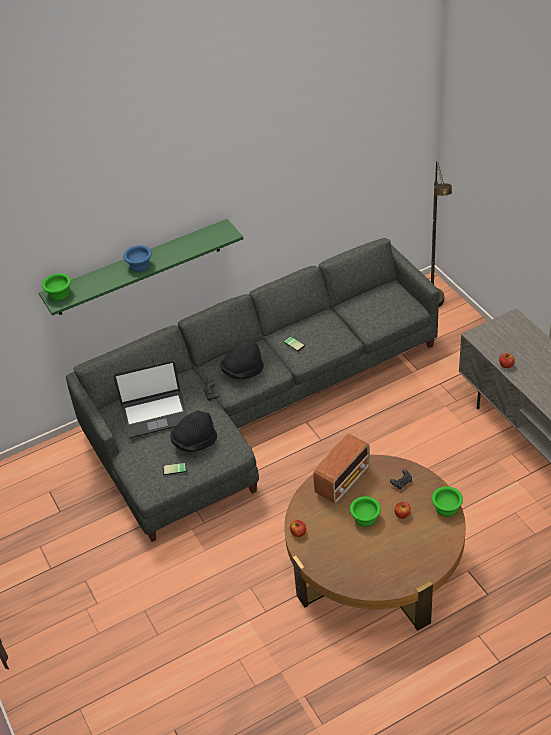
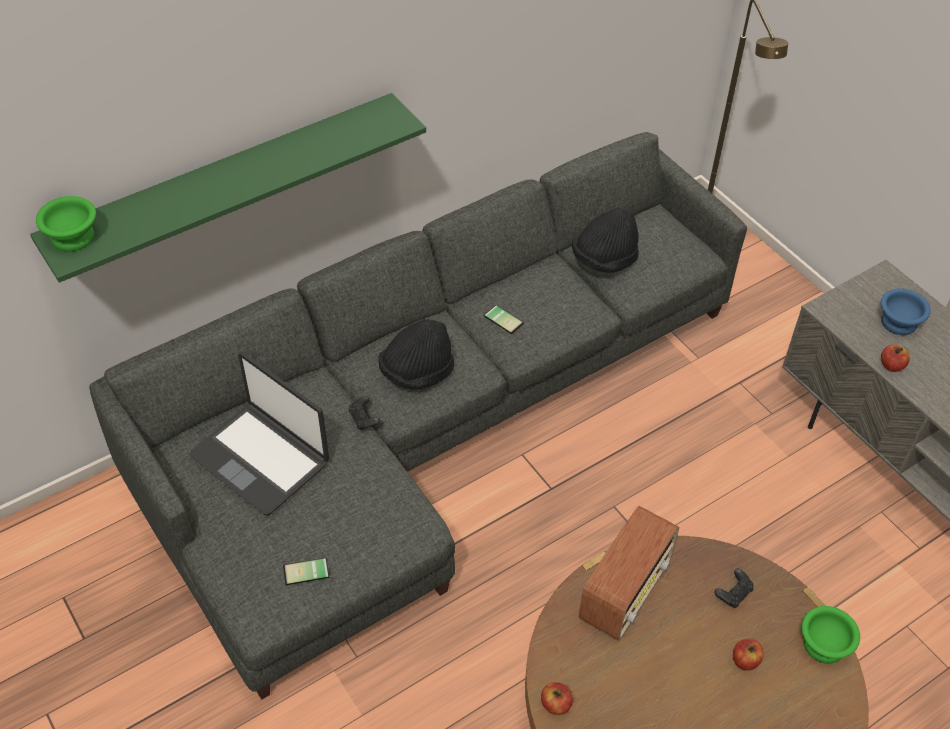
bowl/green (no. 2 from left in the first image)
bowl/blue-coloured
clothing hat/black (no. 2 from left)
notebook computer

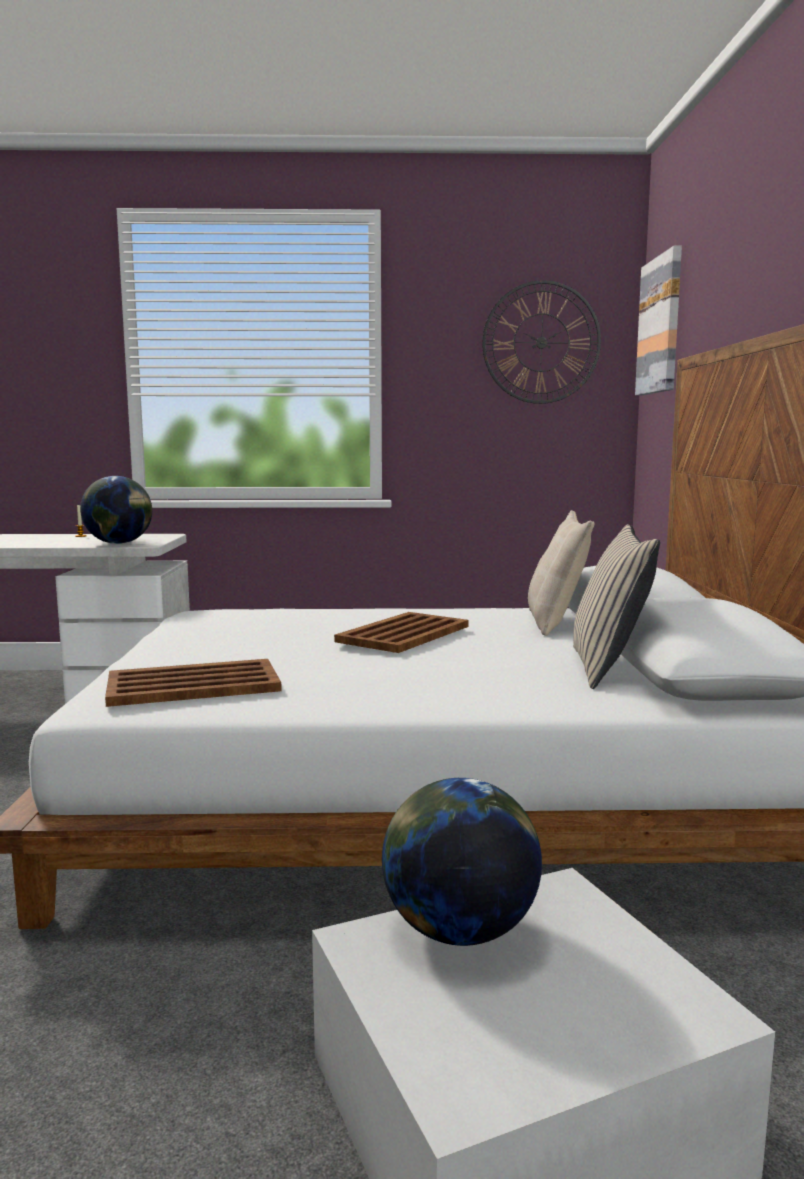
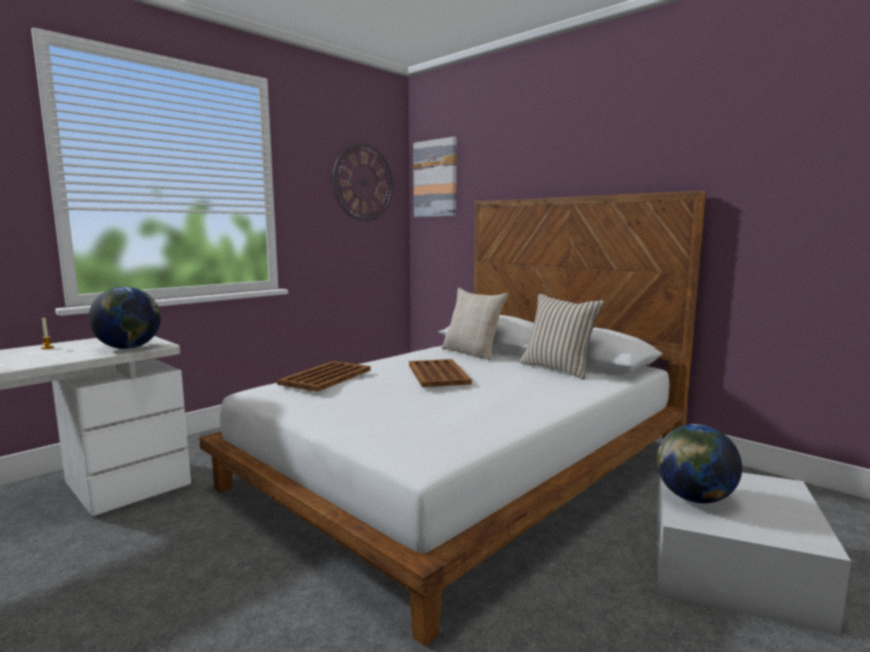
tray/brown (no. 1 from left)

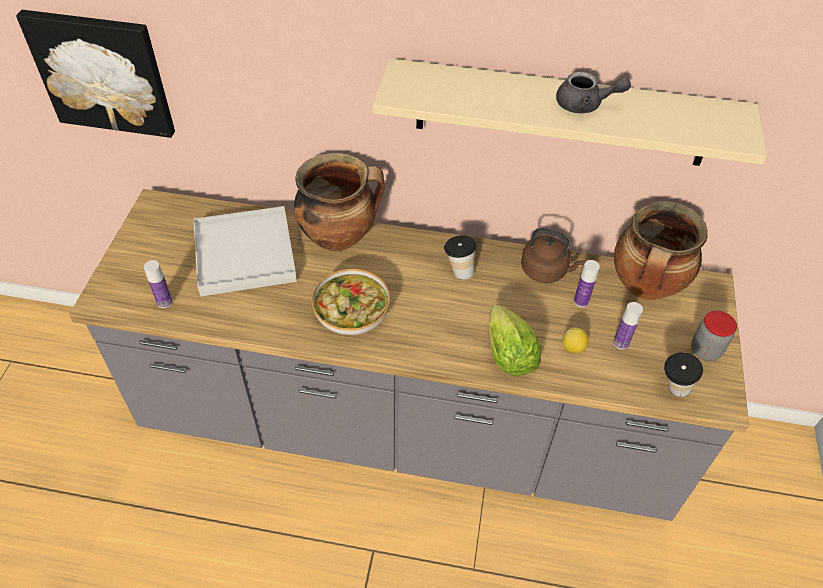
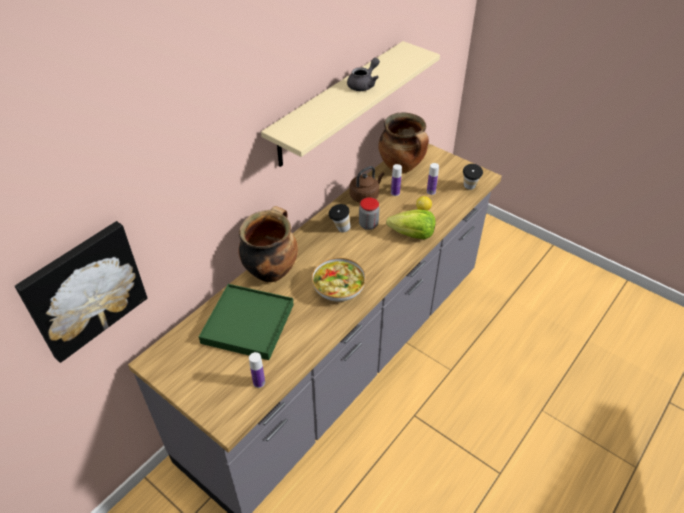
preserve jar
tray/green

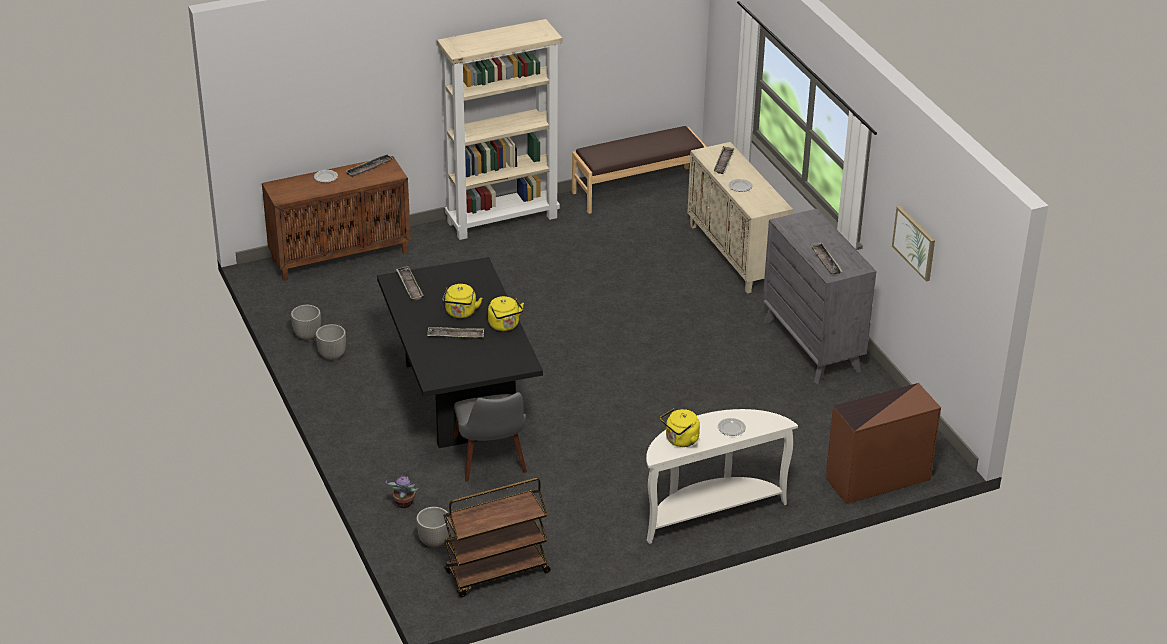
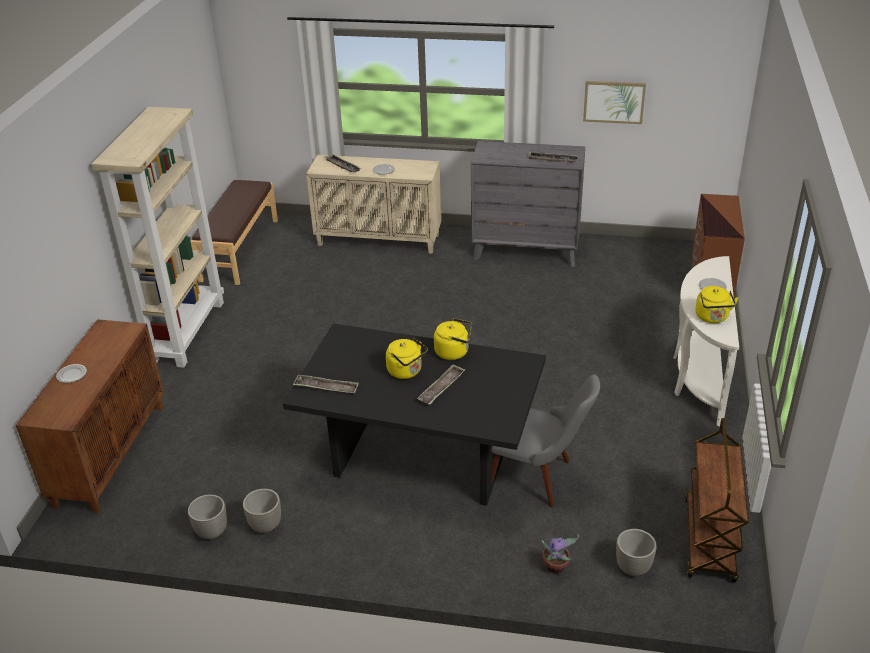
tray (no. 1 from left in the first image)

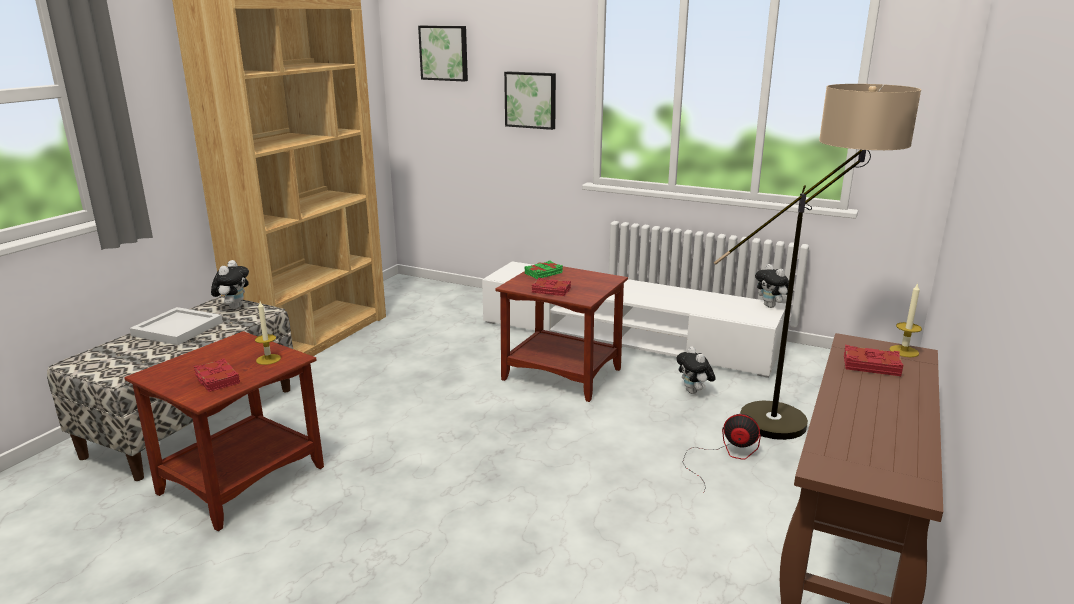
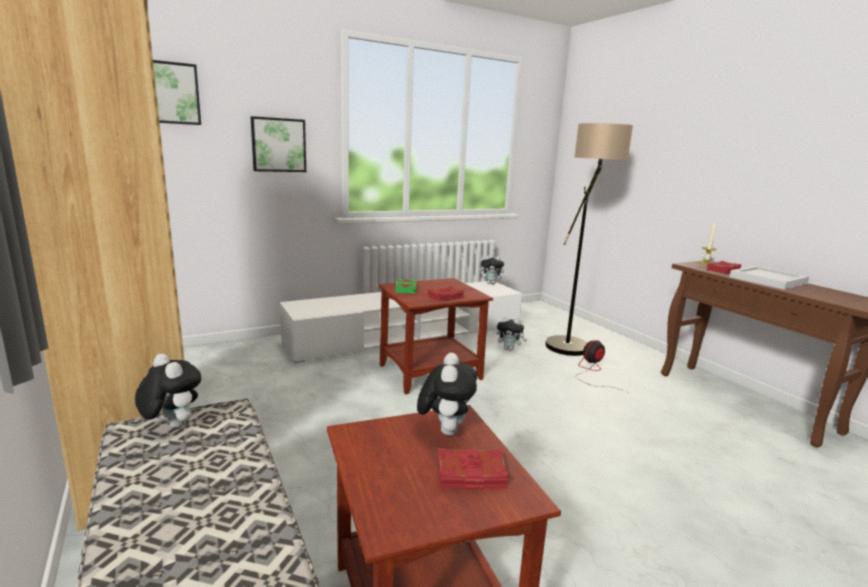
tray/white
soft toy (no. 2 from left)

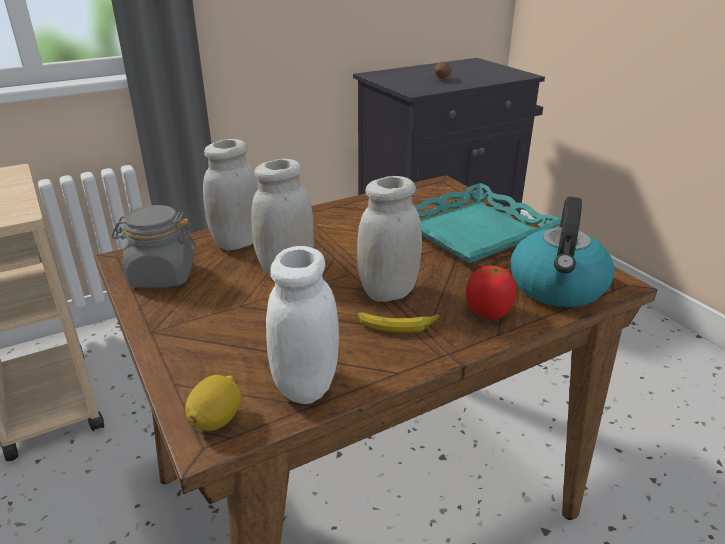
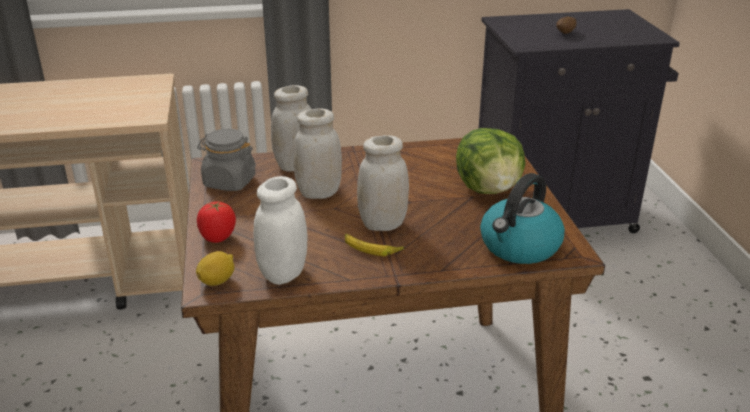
fresh tomato
head of lettuce

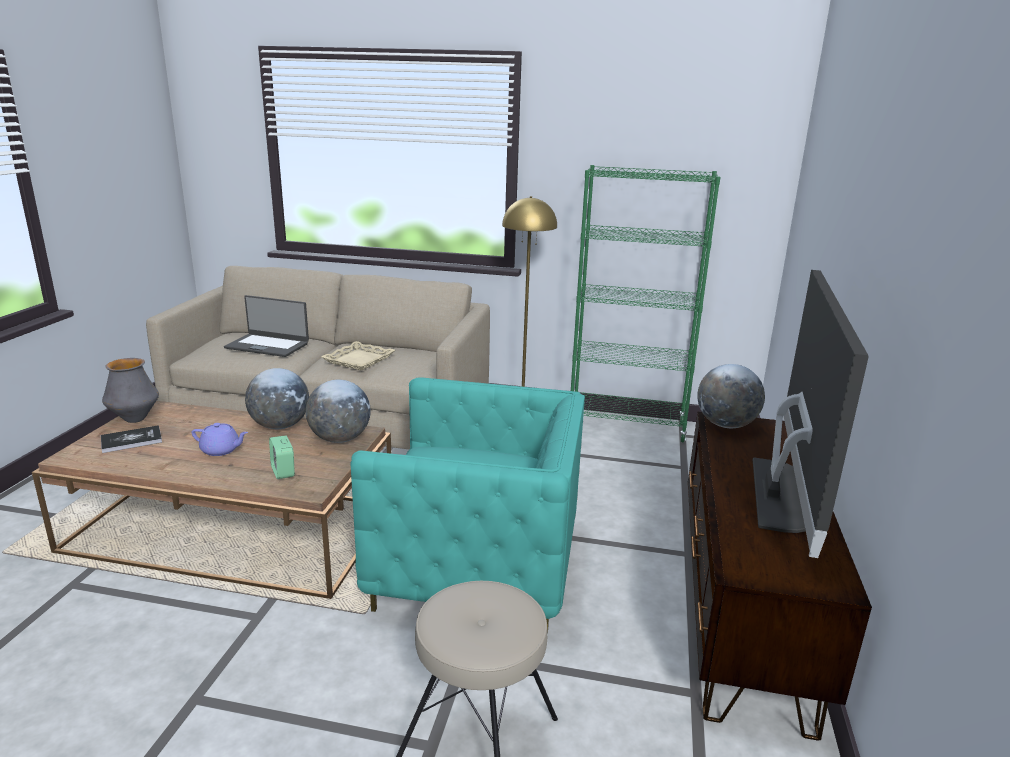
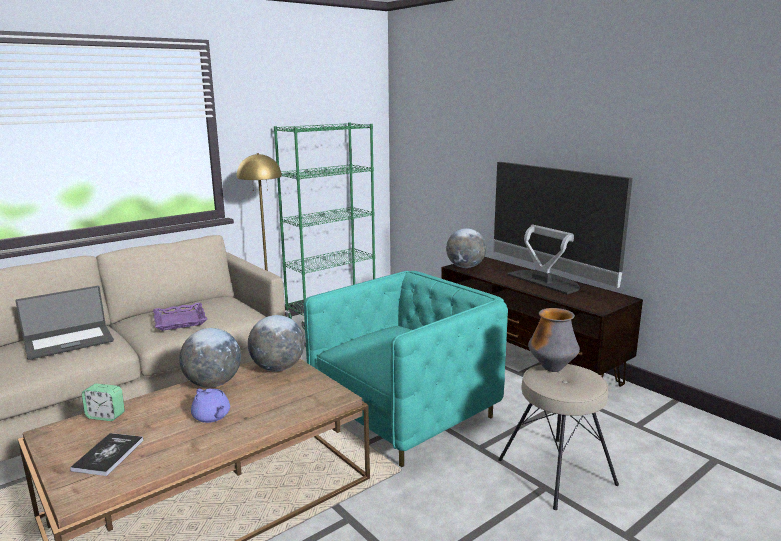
flower vase
bedside clock
tray/purplish
tea pot/purplish

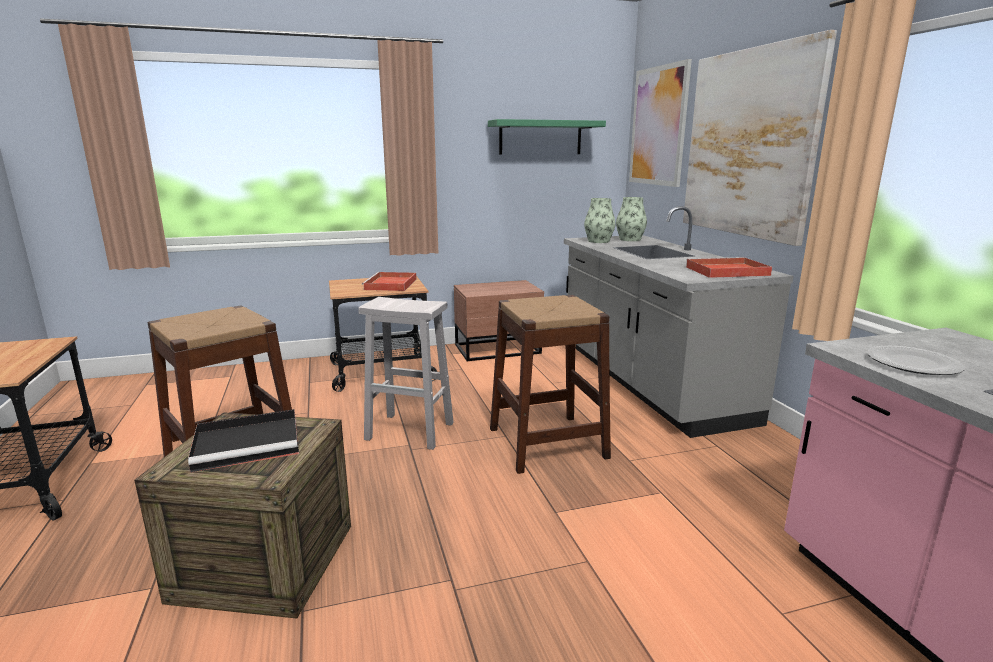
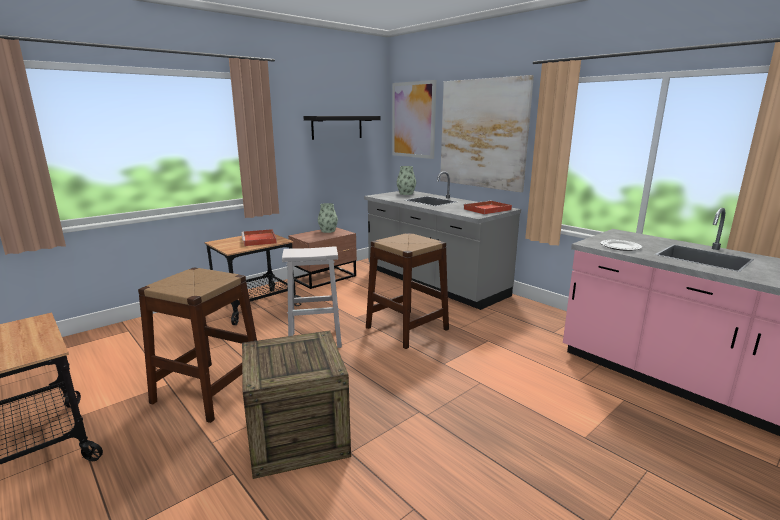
tray/black
flower vase (no. 1 from left)
bracket shelf/black

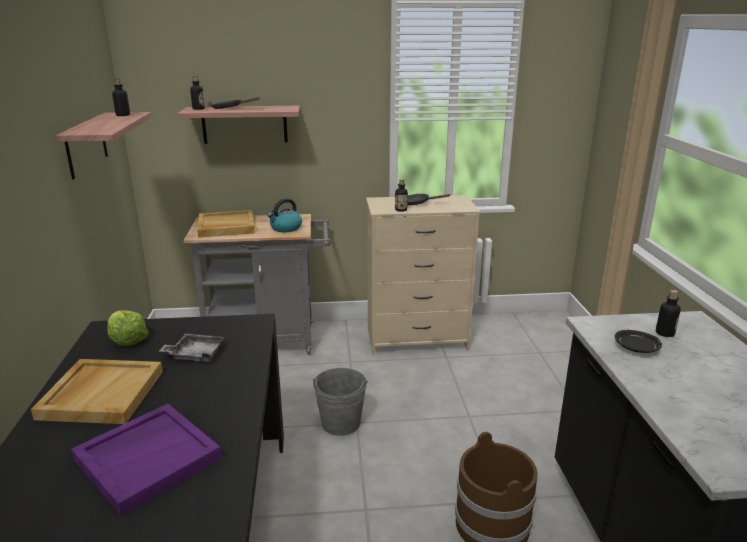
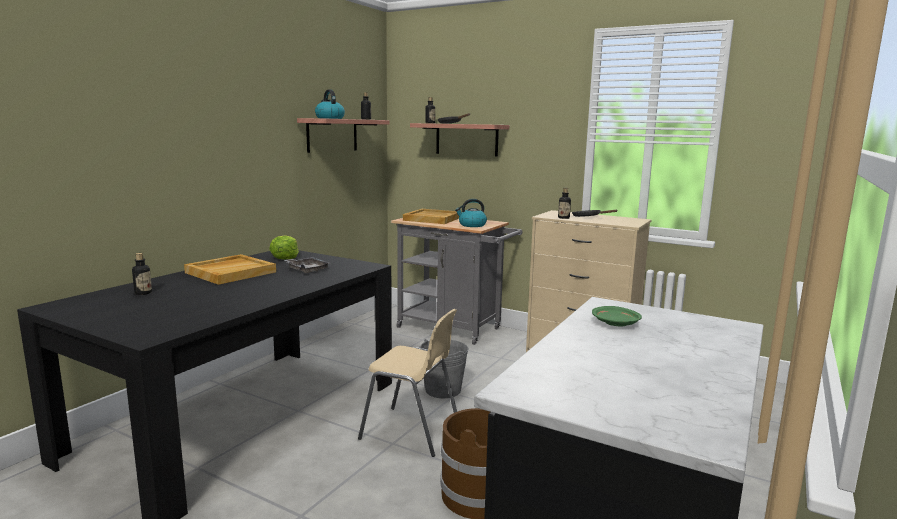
tray/purplish
kettle (no. 1 from left)
chair/beige-coloured
bottle (no. 1 from left)
dinner plate/green

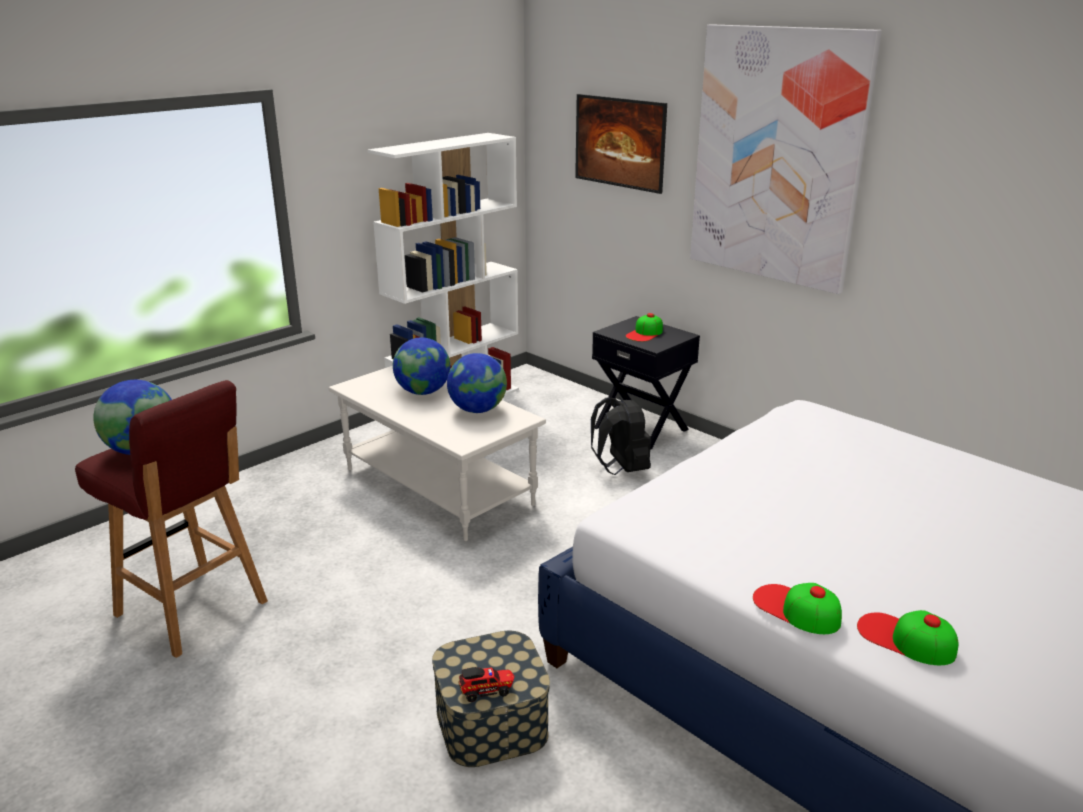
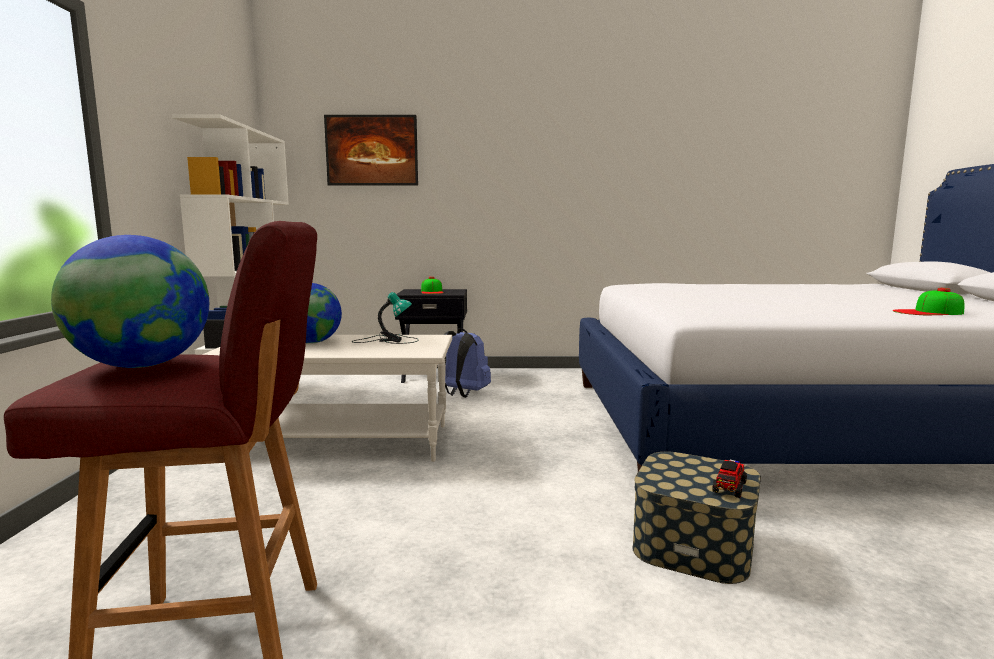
picture (no. 2 from left in the first image)
cap (no. 2 from left in the first image)
table lamp
knapsack/blue-coloured

